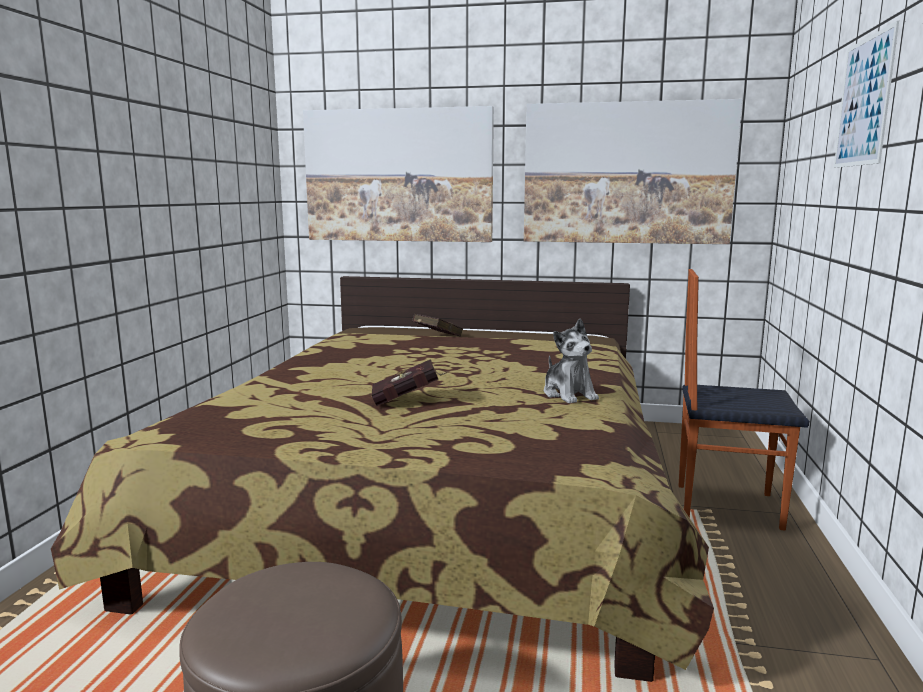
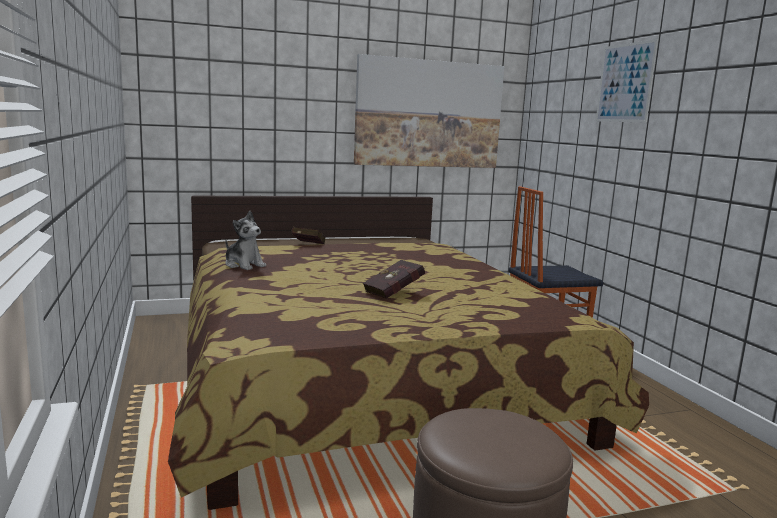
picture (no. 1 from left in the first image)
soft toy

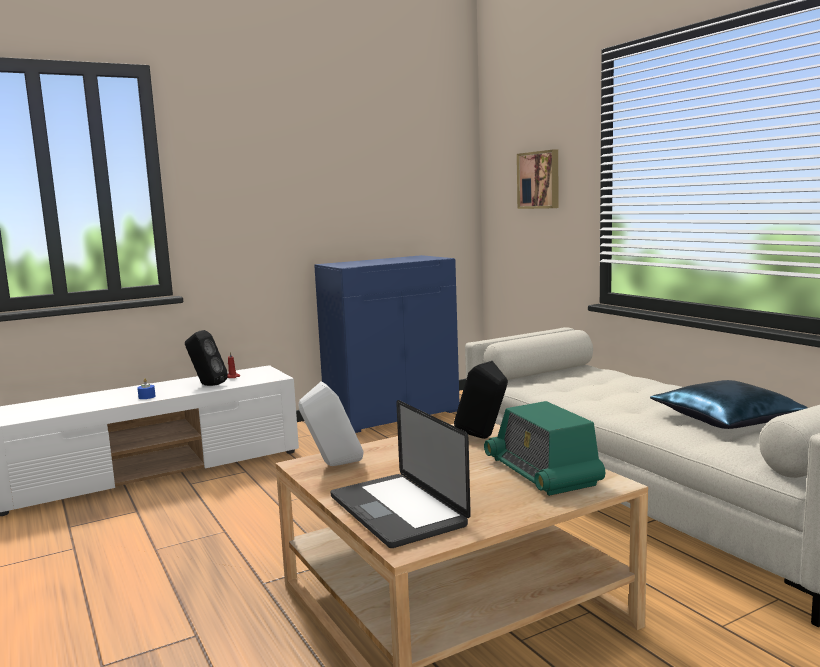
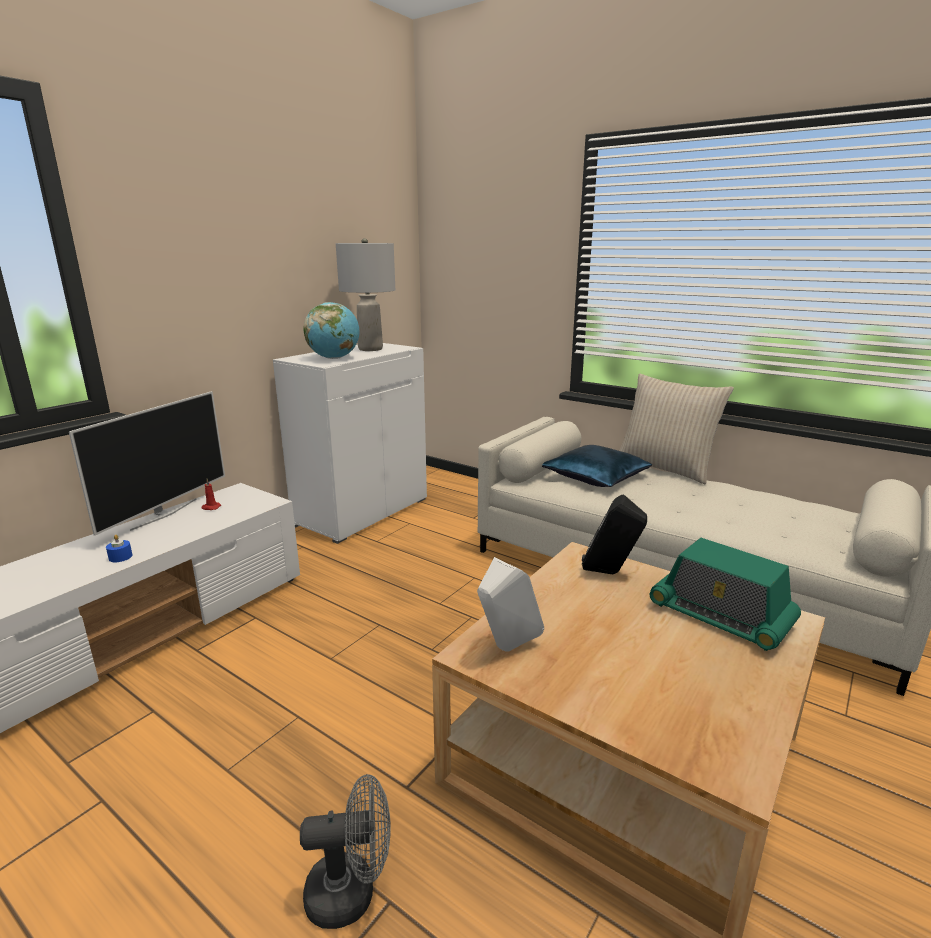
audio speaker/black (no. 1 from left in the first image)
notebook computer
picture
TV
electric fan/greyish
globe
table lamp/greyish
throw pillow/beige-coloured
throw pillow/blue-coloured
cupboard/white

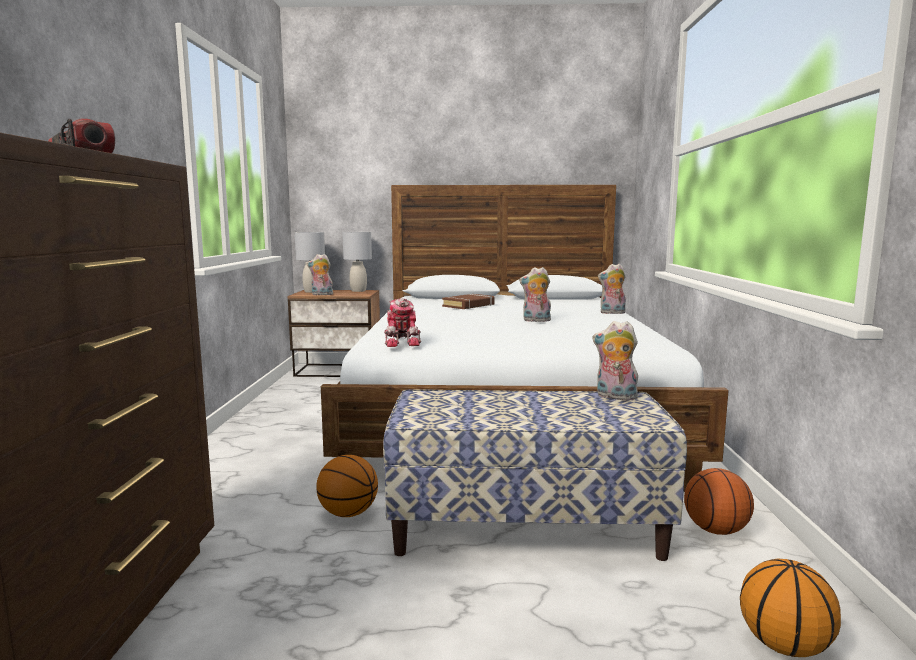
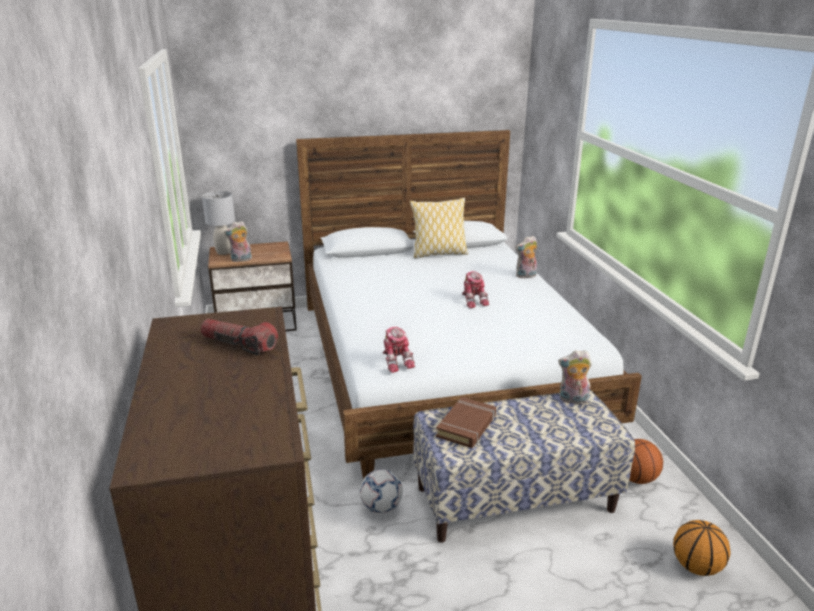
table lamp/greyish (no. 2 from left in the first image)
throw pillow
book/brown
ball for football
toy robot (no. 2 from left)

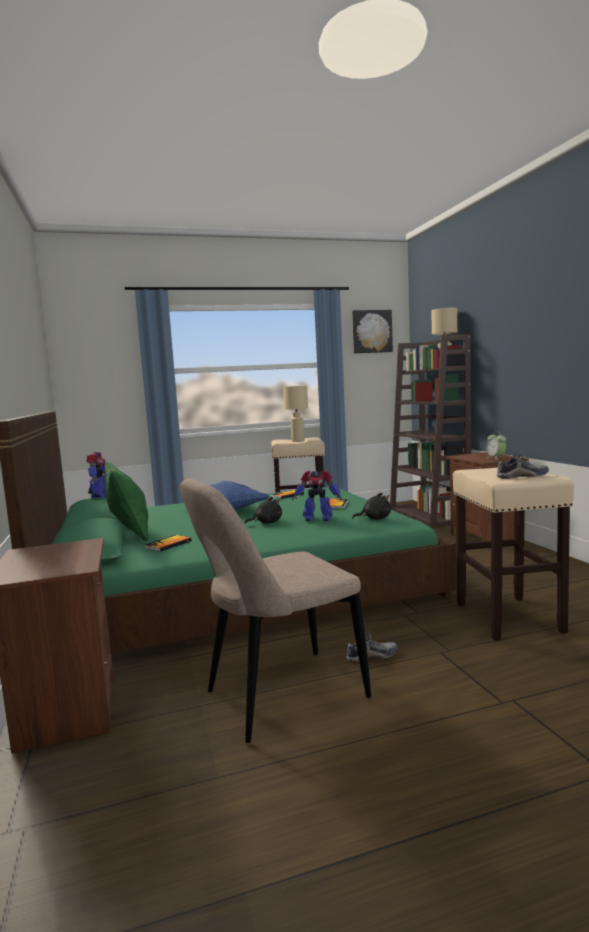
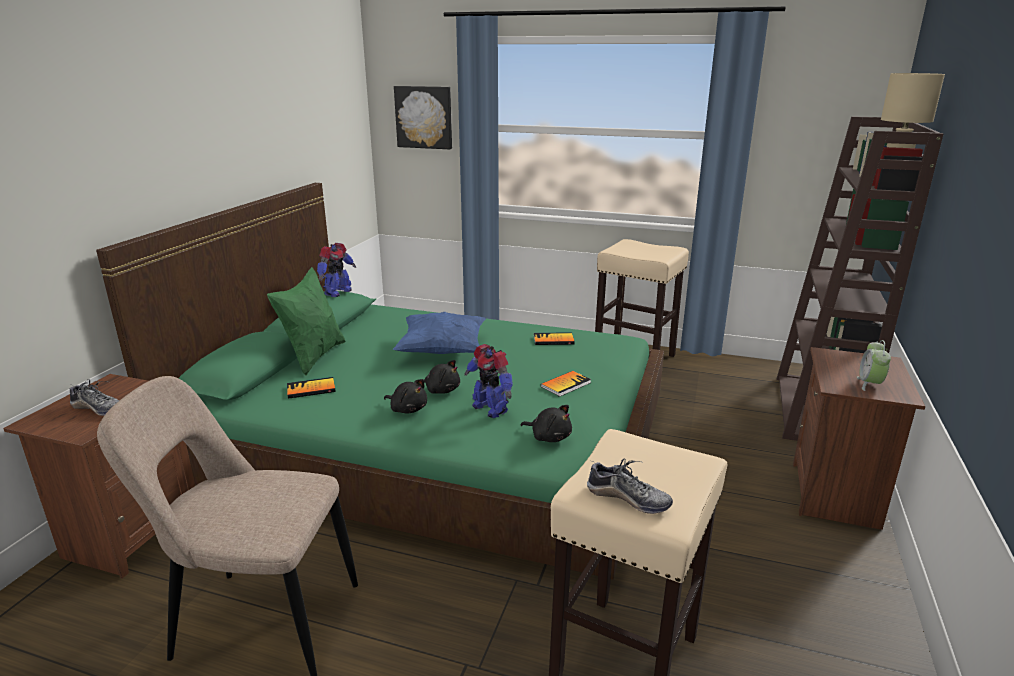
table lamp/beige-coloured (no. 1 from left in the first image)
soft toy/black (no. 1 from left)
low shoe (no. 1 from left)
picture

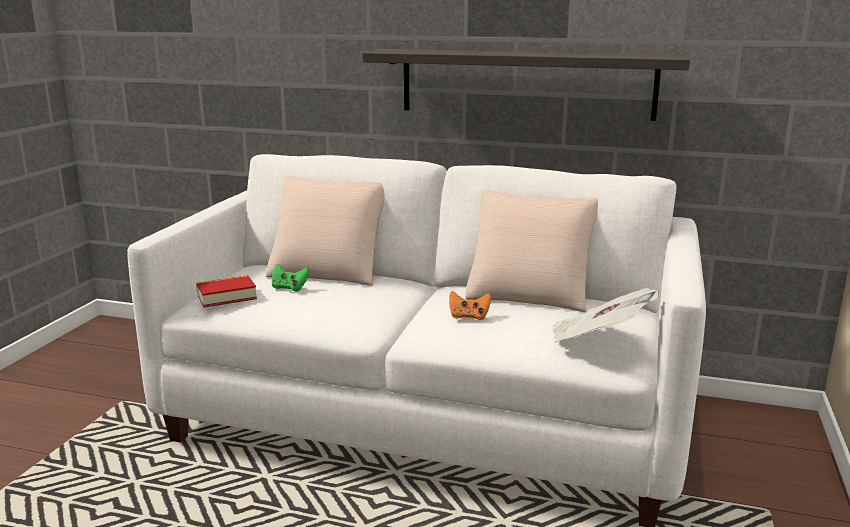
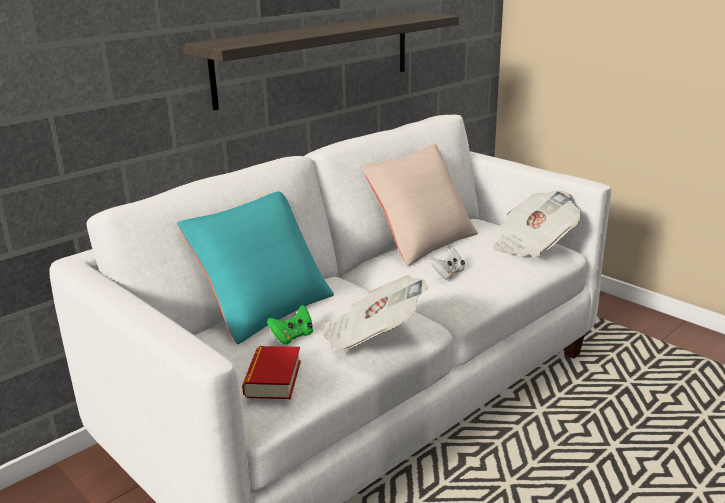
printed paper (no. 1 from left)
throw pillow/turquoise-coloured
joypad/white

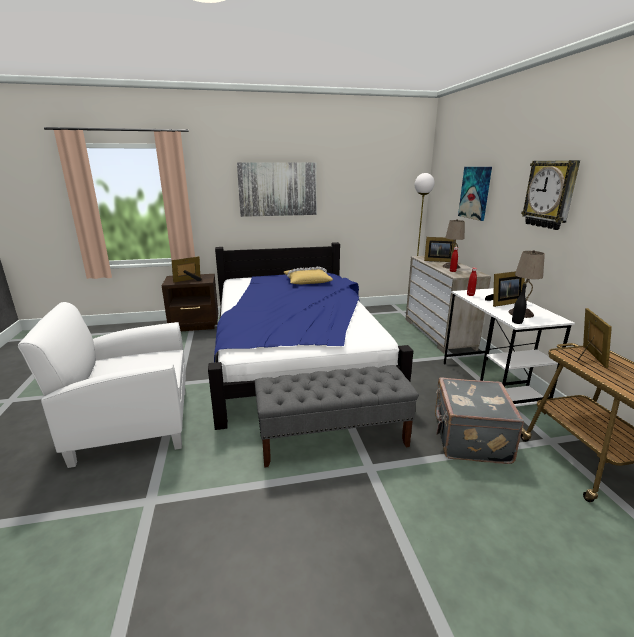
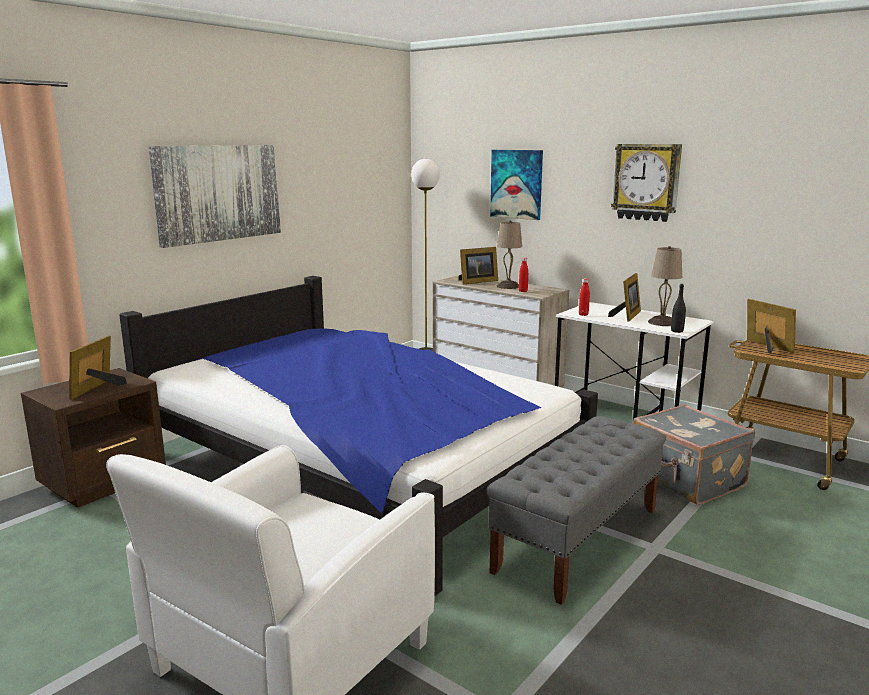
throw pillow/yellow-coloured

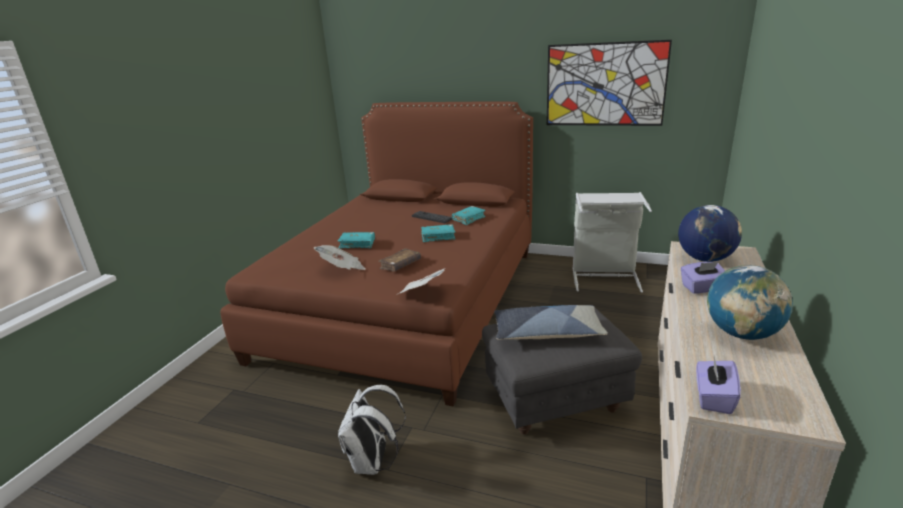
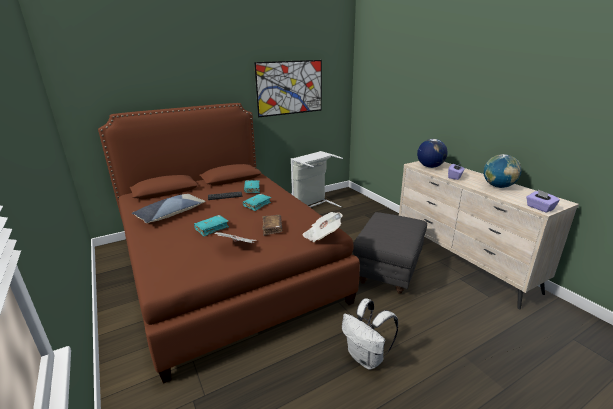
throw pillow

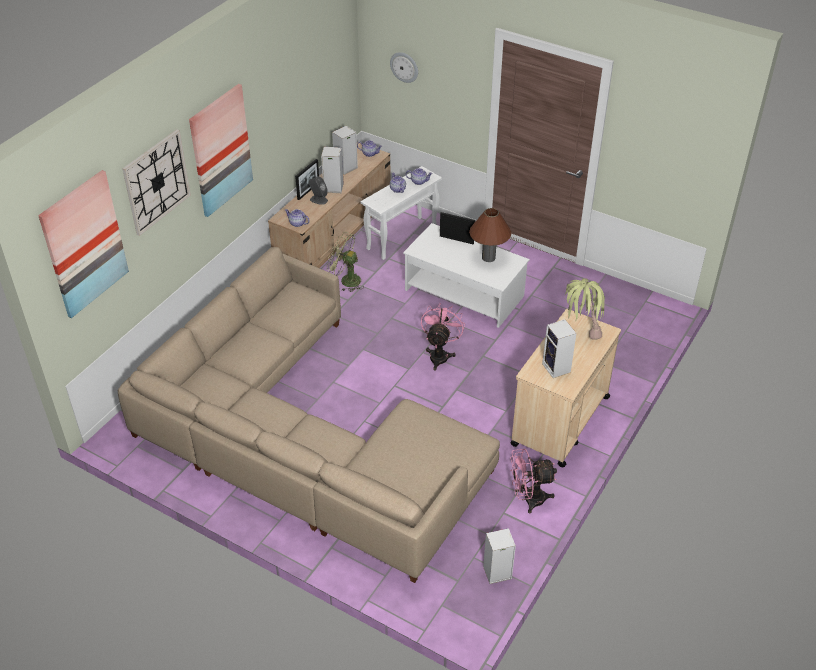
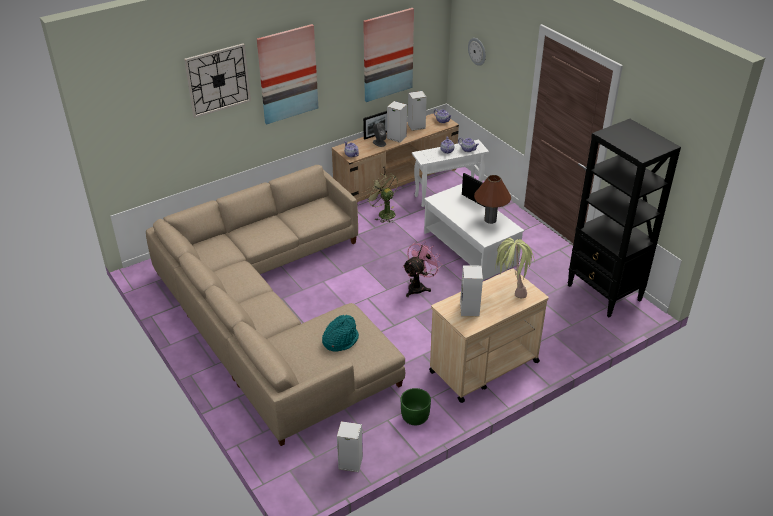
clothing hat/turquoise-coloured
shelving unit/black
picture (no. 2 from left)
planter/green

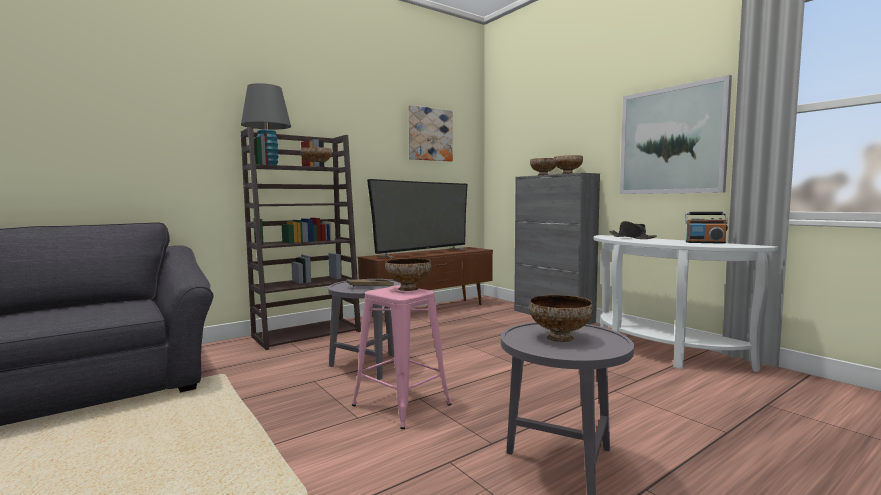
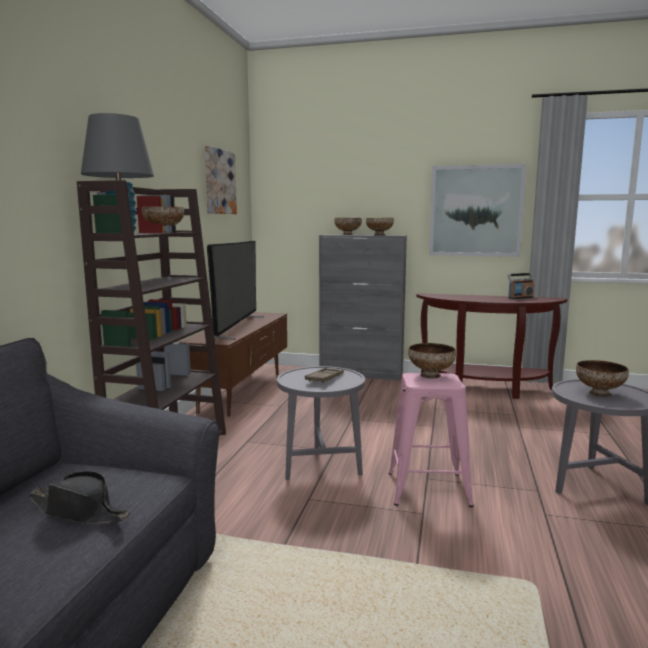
clothing hat/black
narrow table/brown

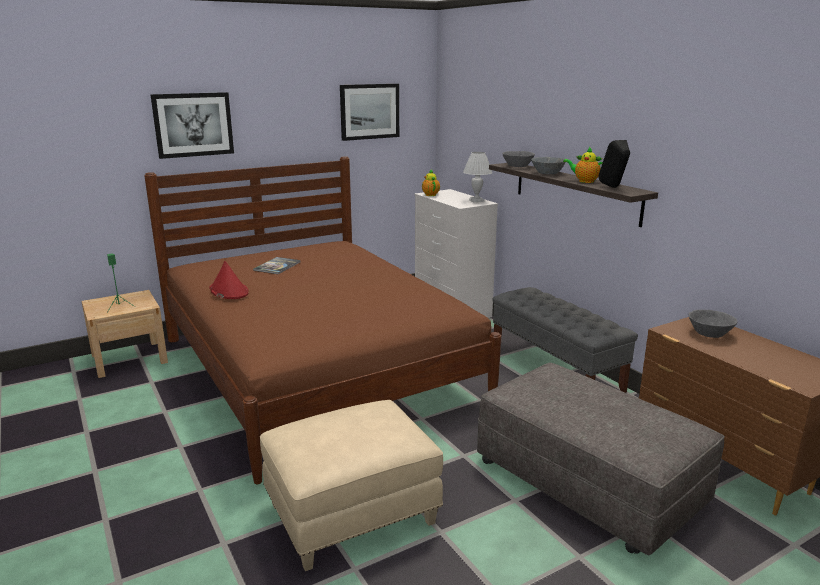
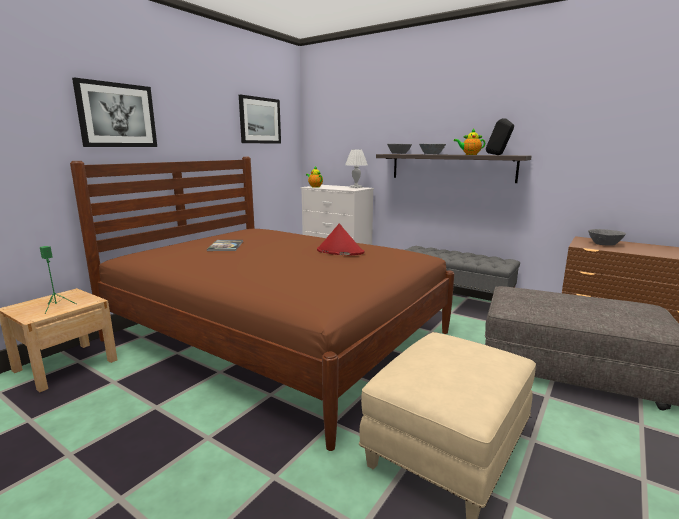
clothing hat/red

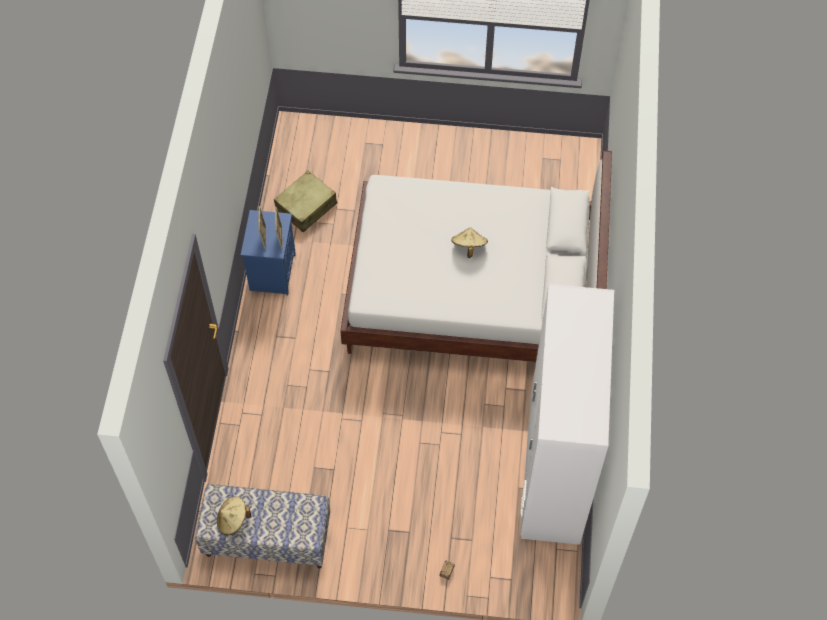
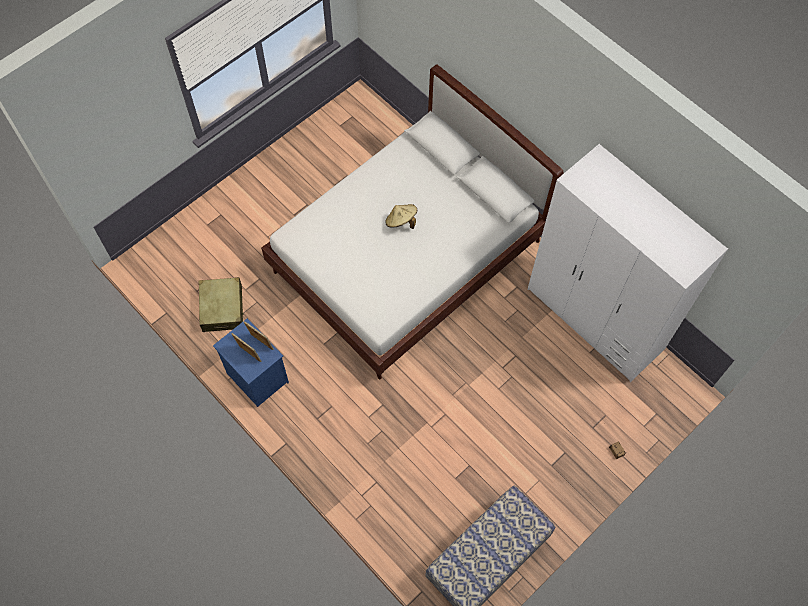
clothing hat/beige-coloured (no. 1 from left in the first image)

